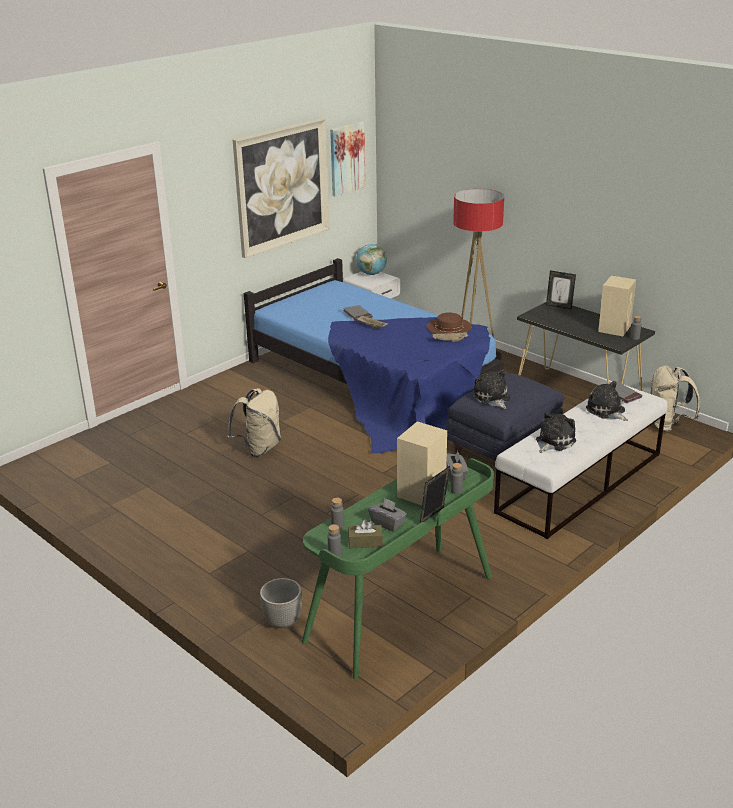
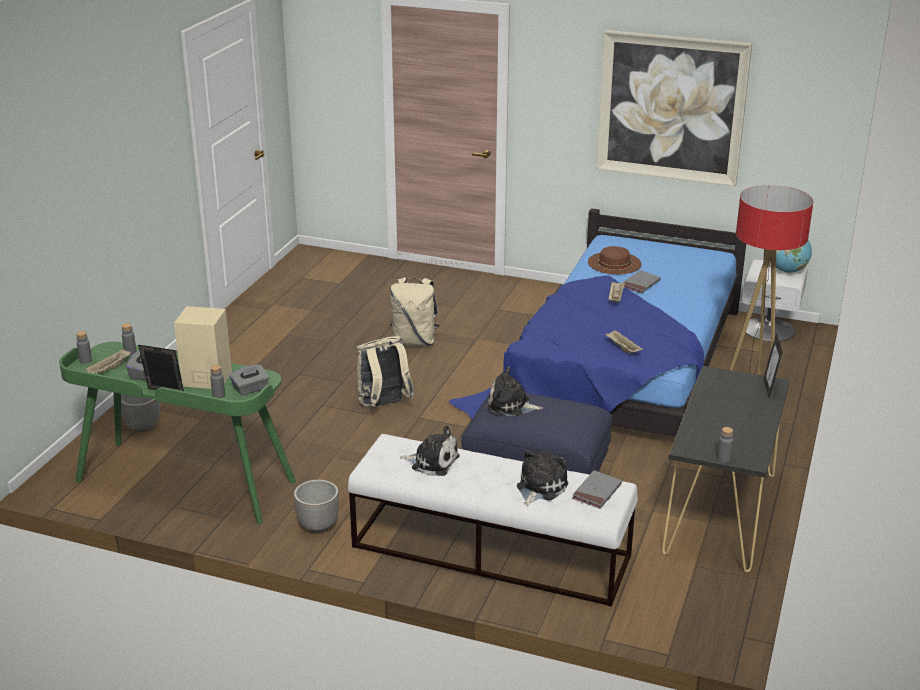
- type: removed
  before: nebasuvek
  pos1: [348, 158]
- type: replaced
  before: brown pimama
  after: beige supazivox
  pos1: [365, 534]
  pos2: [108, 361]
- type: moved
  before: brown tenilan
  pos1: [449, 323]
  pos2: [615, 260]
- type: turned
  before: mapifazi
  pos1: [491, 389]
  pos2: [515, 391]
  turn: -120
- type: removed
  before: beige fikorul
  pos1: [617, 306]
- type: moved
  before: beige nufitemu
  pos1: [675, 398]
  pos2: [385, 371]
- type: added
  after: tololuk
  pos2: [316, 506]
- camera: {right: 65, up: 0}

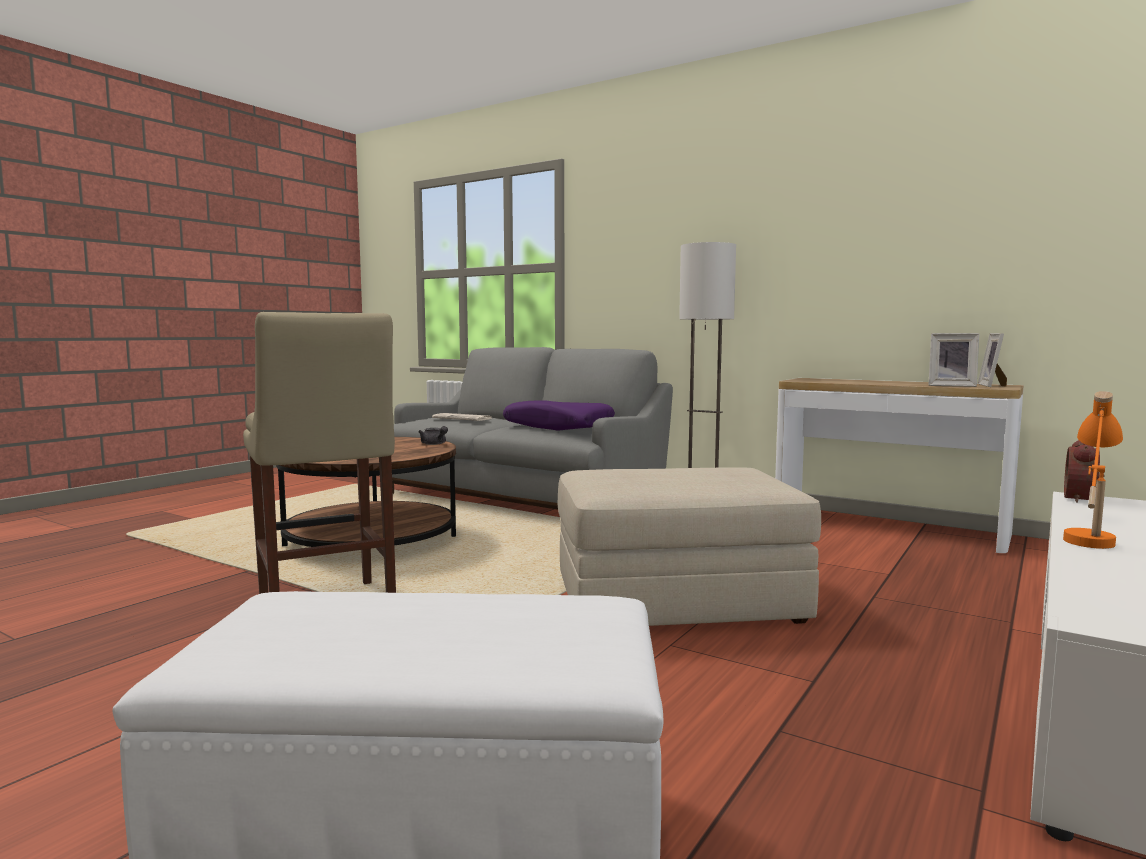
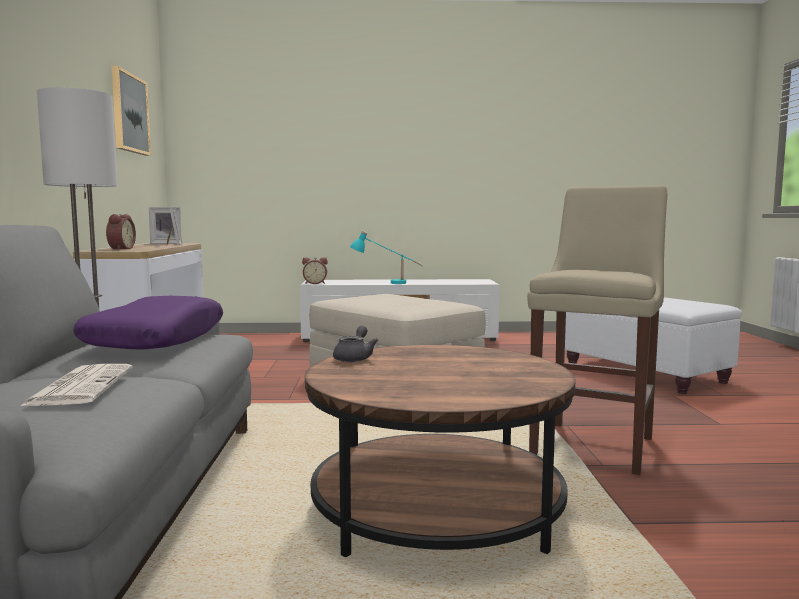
- type: recoloured
  before: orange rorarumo
  after: turquoise rorarumo
  pos1: [1093, 470]
  pos2: [386, 257]
- type: added
  after: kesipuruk
  pos2: [121, 232]
- type: added
  after: nebasuvek
  pos2: [131, 111]
- camera: {right: -125, up: 0}

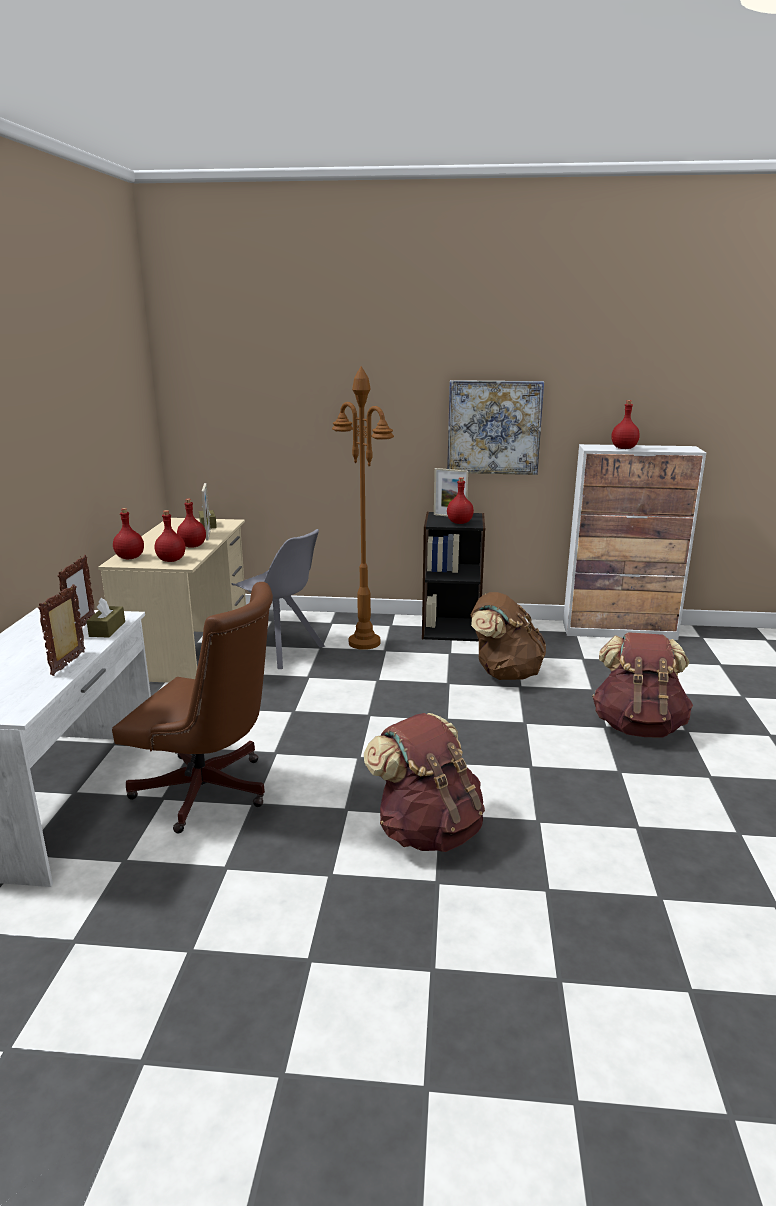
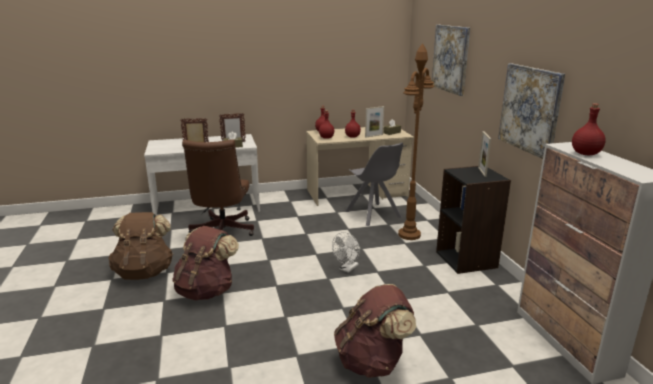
- type: turned
  before: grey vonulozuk
  pos1: [278, 599]
  pos2: [374, 184]
  turn: -45
- type: removed
  before: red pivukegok
  pos1: [460, 500]
- type: moved
  before: brown nufitemu
  pos1: [508, 636]
  pos2: [140, 246]
- type: added
  after: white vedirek
  pos2: [346, 252]
- type: added
  after: nebasuvek
  pos2: [451, 60]
- camera: {right: 70, up: 0}

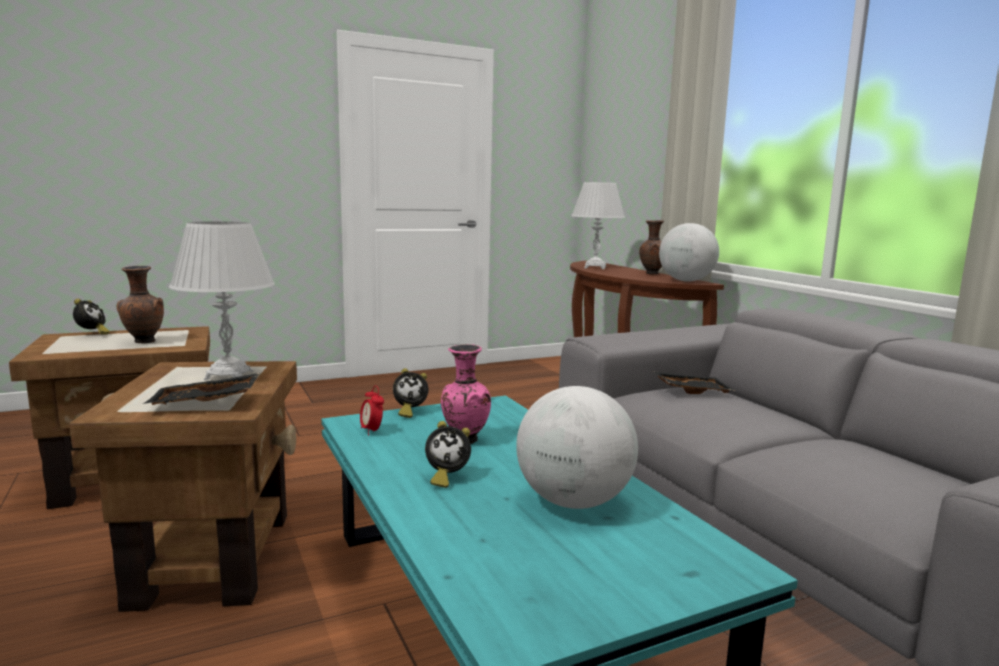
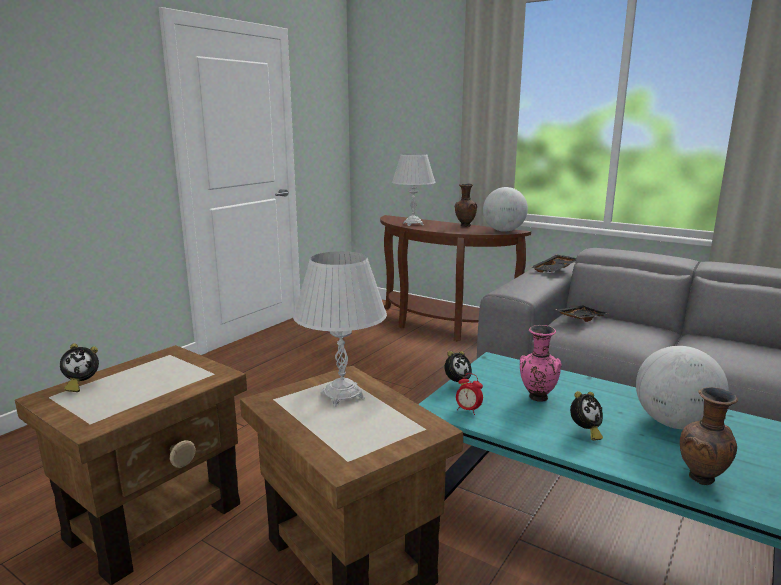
- type: turned
  before: kesipuruk
  pos1: [91, 317]
  pos2: [79, 367]
  turn: 105
- type: moved
  before: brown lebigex
  pos1: [140, 304]
  pos2: [709, 436]
- type: moved
  before: black supazivox
  pos1: [201, 389]
  pos2: [553, 263]
- camera: {right: -30, up: 5}

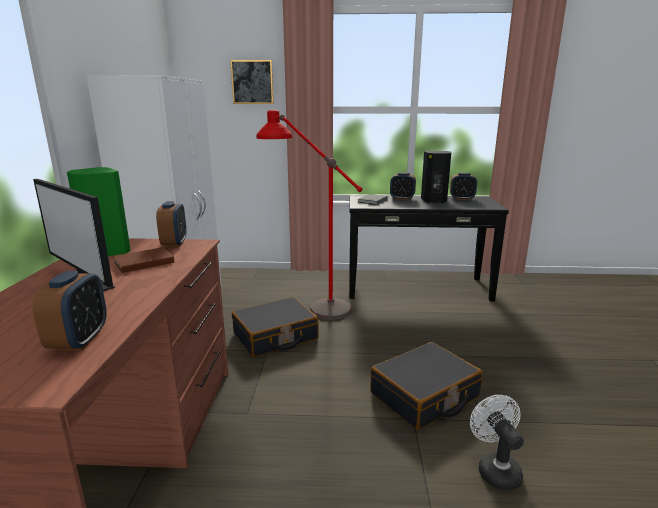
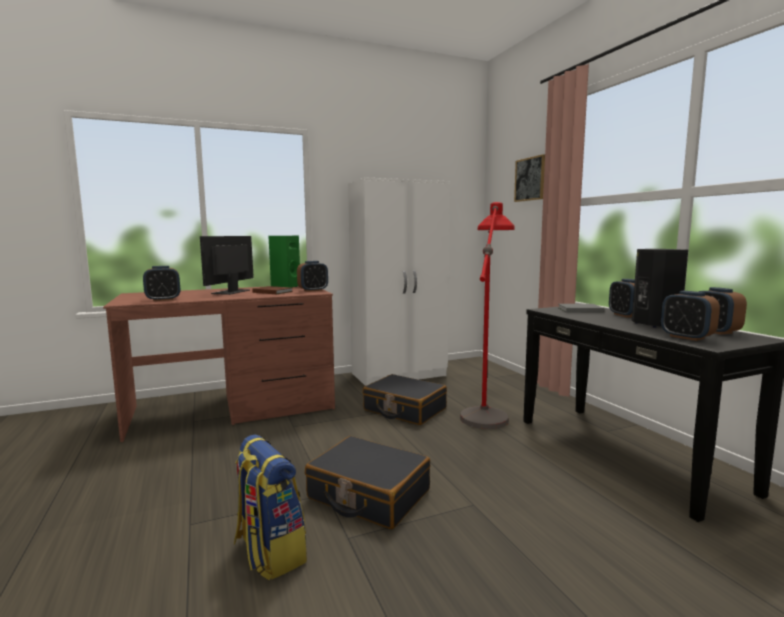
- type: replaced
  before: white vedirek
  after: nufitemu
  pos1: [497, 443]
  pos2: [270, 507]
- type: added
  after: kesipuruk
  pos2: [690, 316]
- camera: {right: 65, up: -10}

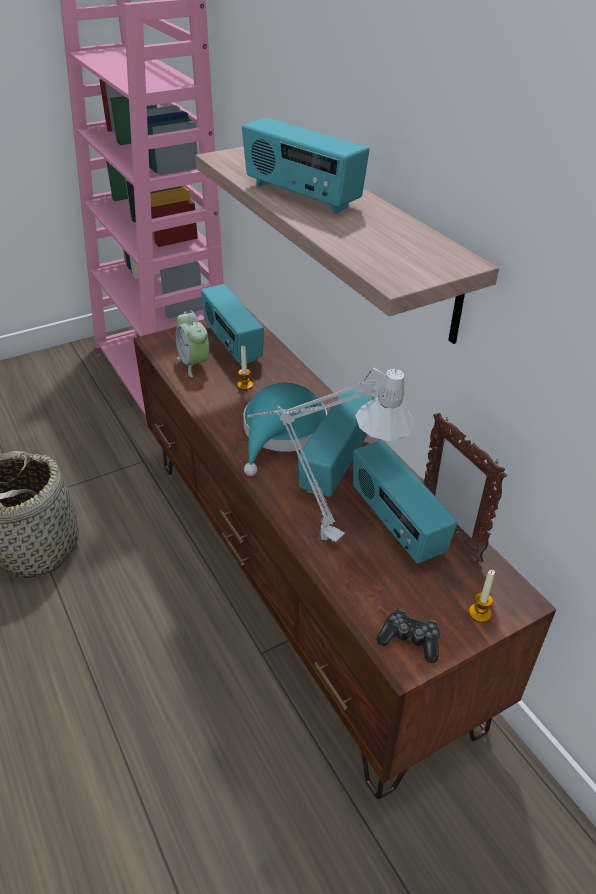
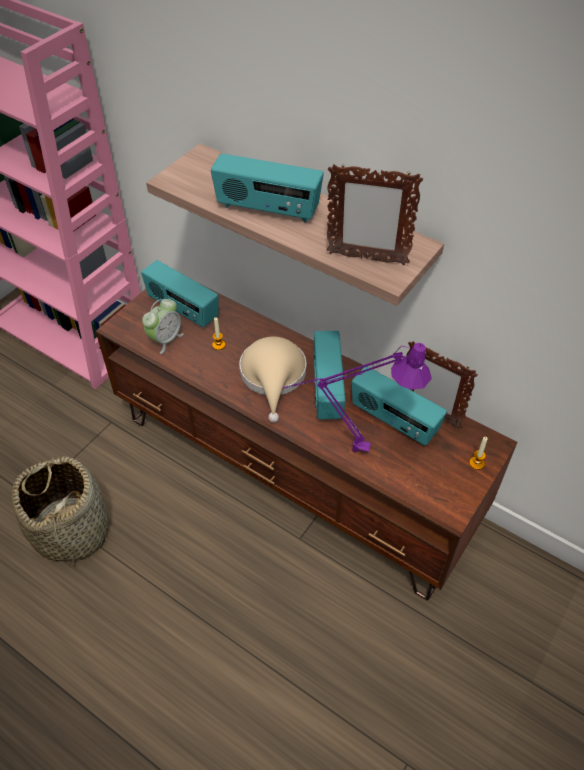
- type: turned
  before: kesipuruk
  pos1: [192, 343]
  pos2: [163, 326]
  turn: -90
- type: recoloured
  before: turquoise tenilan
  after: beige tenilan
  pos1: [285, 429]
  pos2: [273, 379]
- type: recoloured
  before: grey rorarumo
  after: purple rorarumo
  pos1: [331, 456]
  pos2: [357, 397]
- type: removed
  before: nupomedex
  pos1: [408, 636]
- type: added
  after: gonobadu
  pos2: [375, 214]
- camera: {right: -25, up: 10}

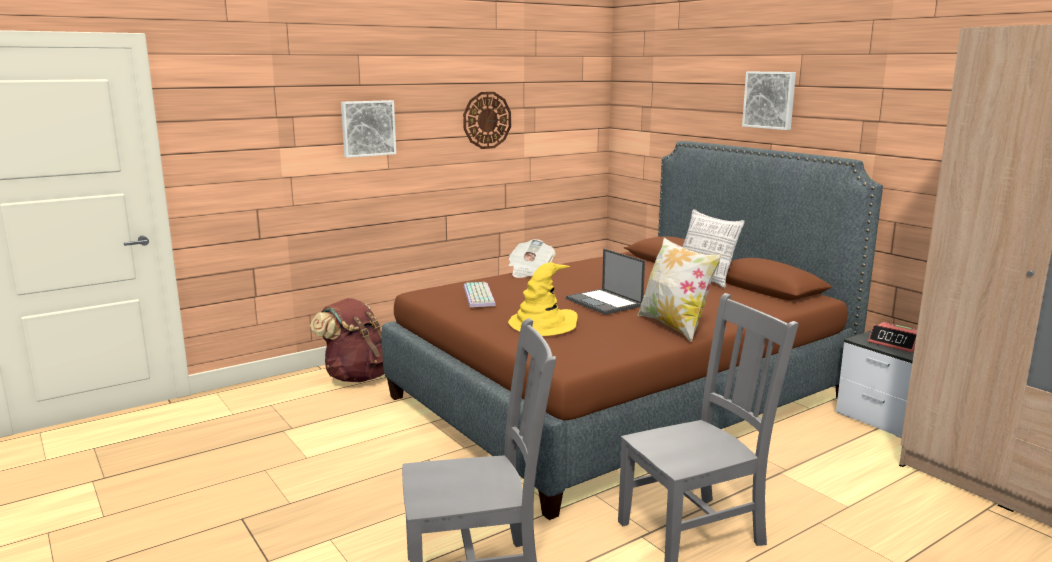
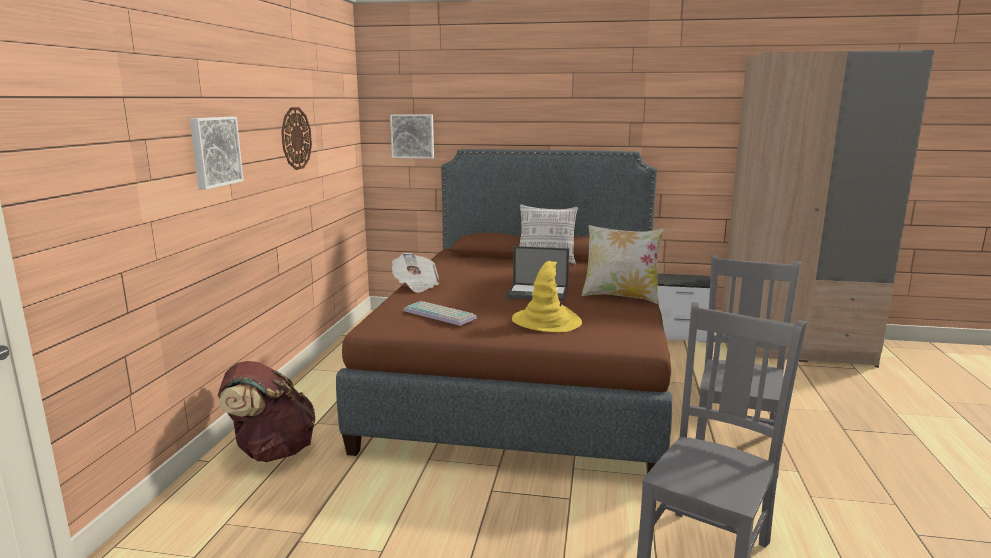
- type: moved
  before: nebasuvek
  pos1: [769, 101]
  pos2: [412, 136]
- type: removed
  before: kesipuruk
  pos1: [892, 337]
- camera: {right: -45, up: 0}

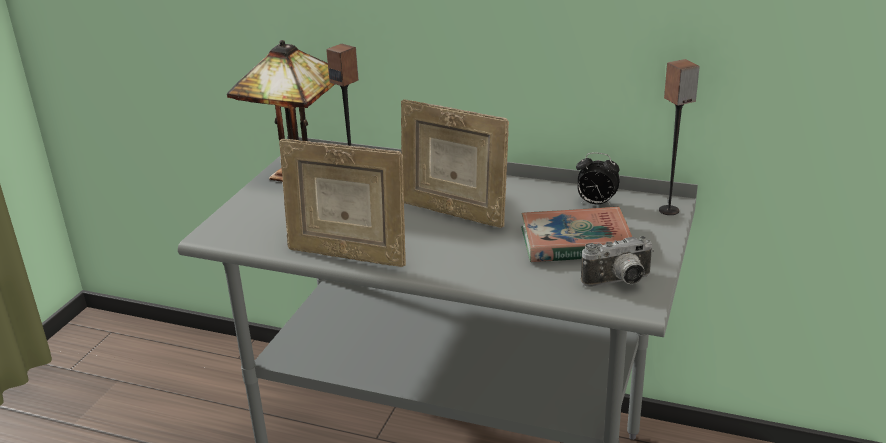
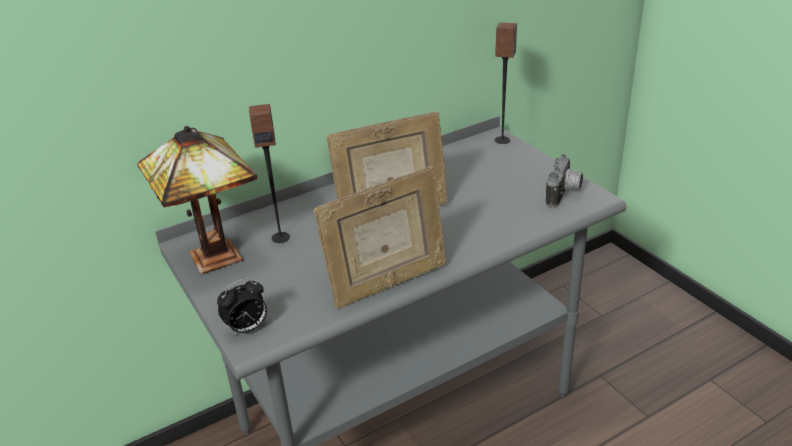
- type: removed
  before: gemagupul
  pos1: [576, 234]
- type: moved
  before: kesipuruk
  pos1: [598, 179]
  pos2: [242, 307]
- camera: {right: -50, up: 5}

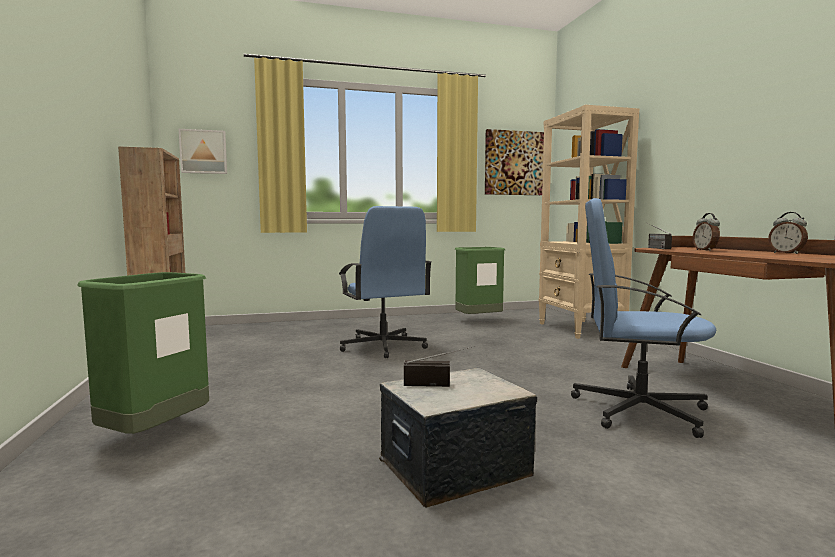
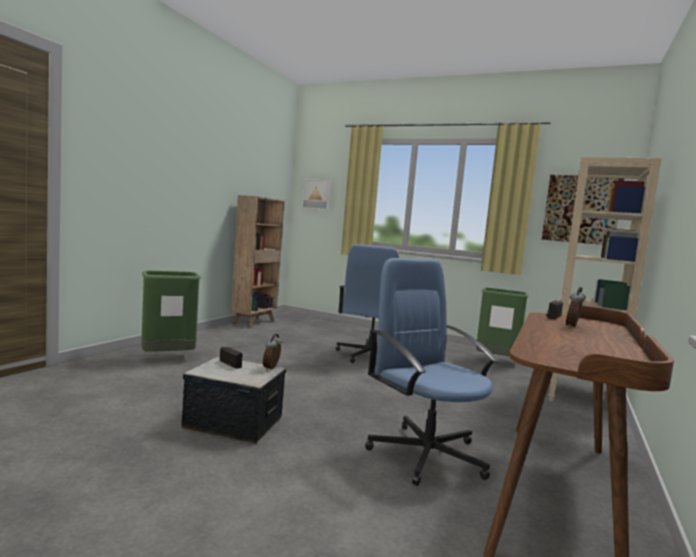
- type: moved
  before: kesipuruk
  pos1: [788, 233]
  pos2: [272, 352]
- camera: {right: 40, up: 0}

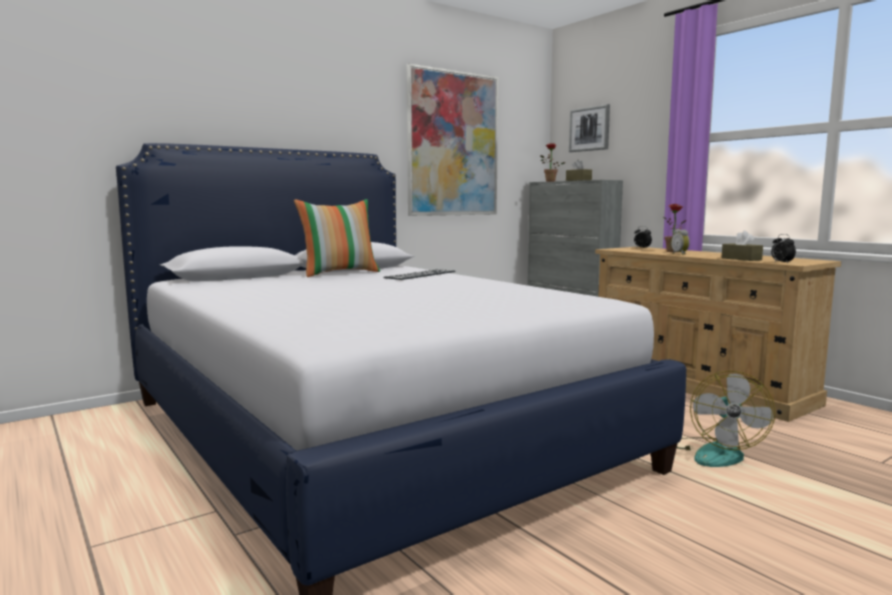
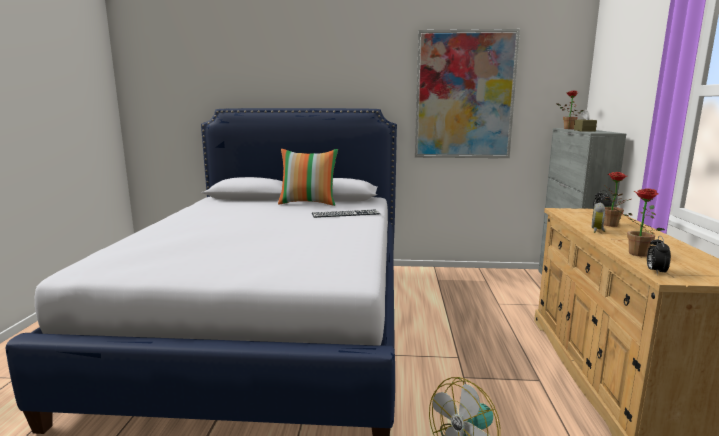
- type: removed
  before: nebasuvek
  pos1: [589, 128]
- type: replaced
  before: brown pimama
  after: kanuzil
  pos1: [742, 245]
  pos2: [639, 223]
- camera: {right: 40, up: 5}

